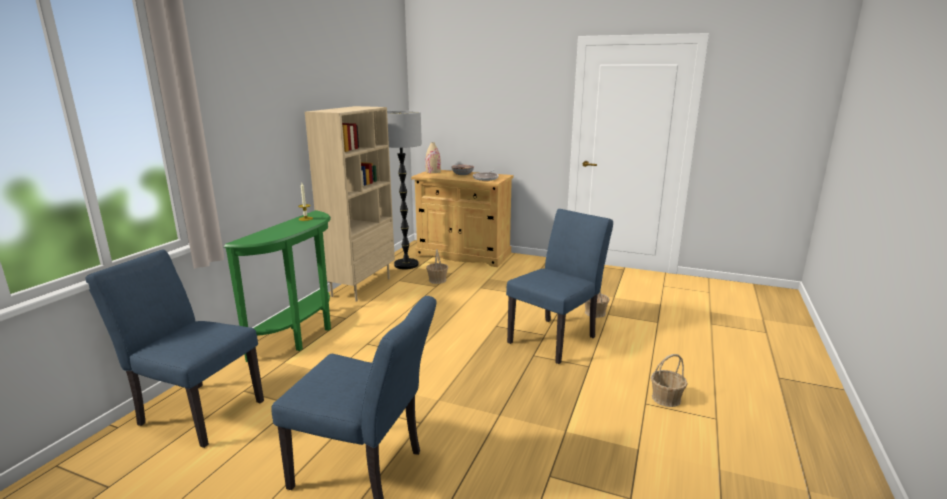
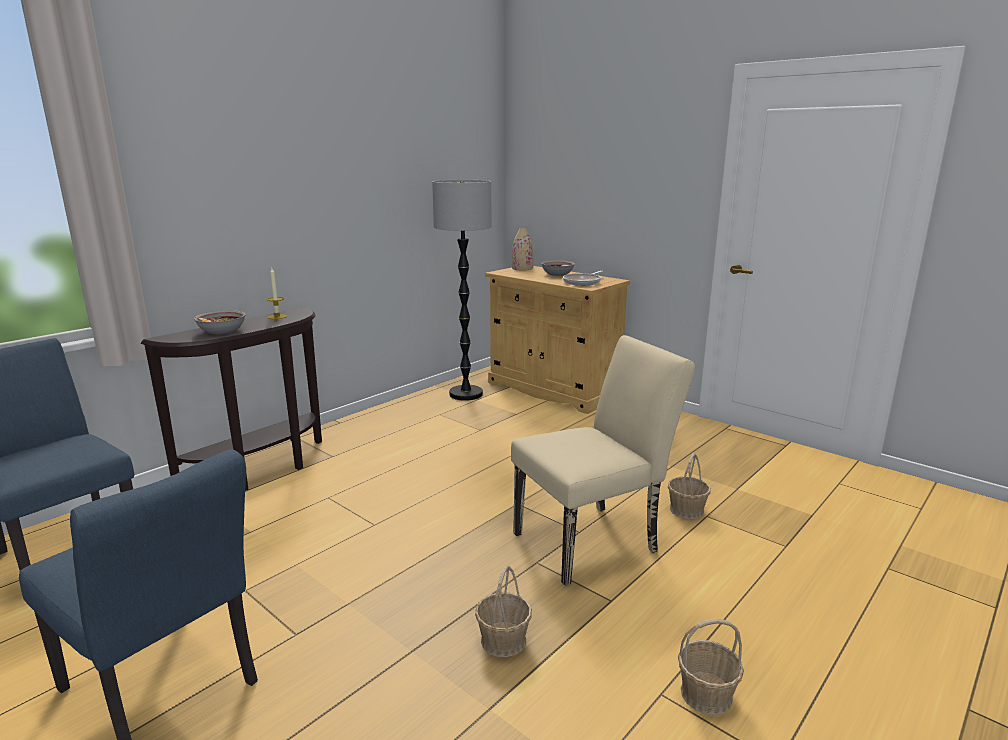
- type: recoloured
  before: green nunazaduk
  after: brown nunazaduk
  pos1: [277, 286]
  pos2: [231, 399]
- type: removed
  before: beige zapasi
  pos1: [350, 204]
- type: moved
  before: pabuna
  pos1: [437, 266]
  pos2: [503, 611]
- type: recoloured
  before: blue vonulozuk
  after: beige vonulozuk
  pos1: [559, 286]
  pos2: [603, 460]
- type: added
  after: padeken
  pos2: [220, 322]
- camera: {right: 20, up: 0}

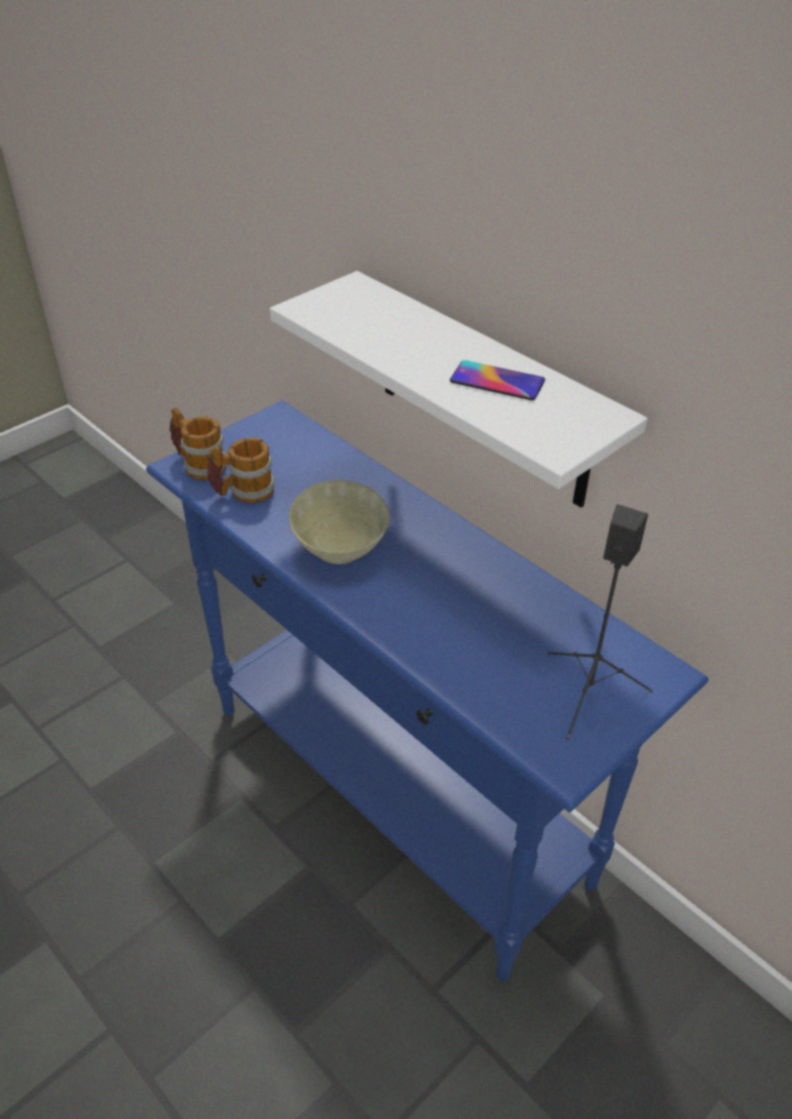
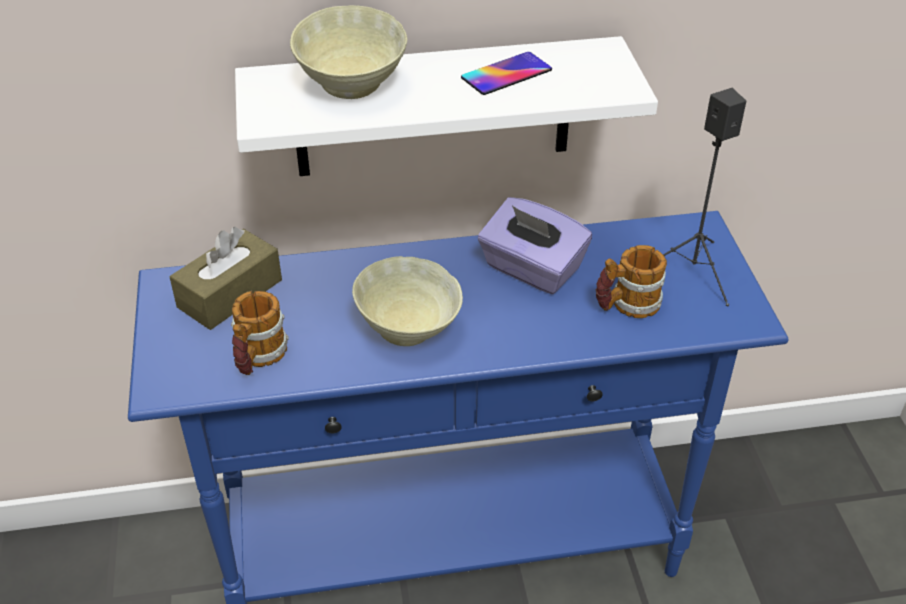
- type: moved
  before: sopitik
  pos1: [198, 443]
  pos2: [631, 281]
- type: added
  after: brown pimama
  pos2: [226, 278]
- type: added
  after: beige padeken
  pos2: [348, 52]
- type: added
  after: purple pimama
  pos2: [535, 245]
- camera: {right: -55, up: 0}

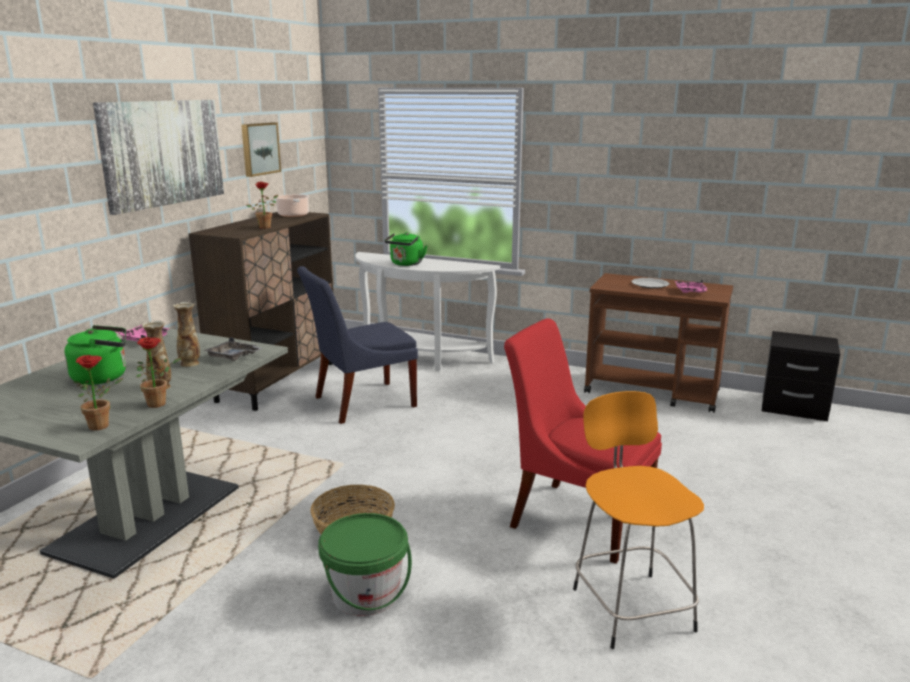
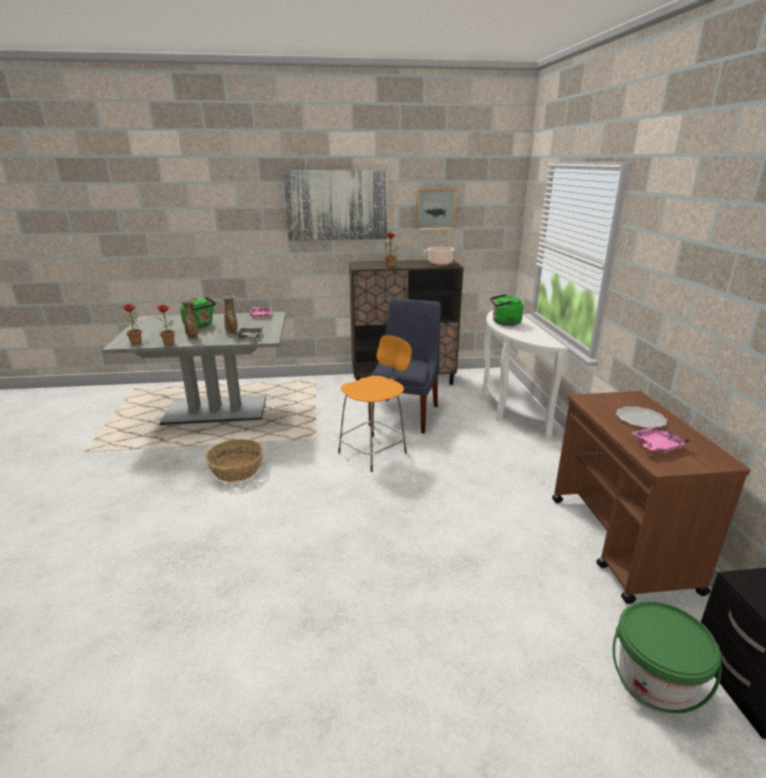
- type: turned
  before: blue vonulozuk
  pos1: [357, 345]
  pos2: [405, 366]
  turn: 75
- type: moved
  before: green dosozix
  pos1: [365, 564]
  pos2: [667, 657]
- type: removed
  before: red vonulozuk
  pos1: [583, 441]
- type: moved
  before: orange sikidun
  pos1: [638, 520]
  pos2: [375, 403]
- camera: {right: 60, up: 5}

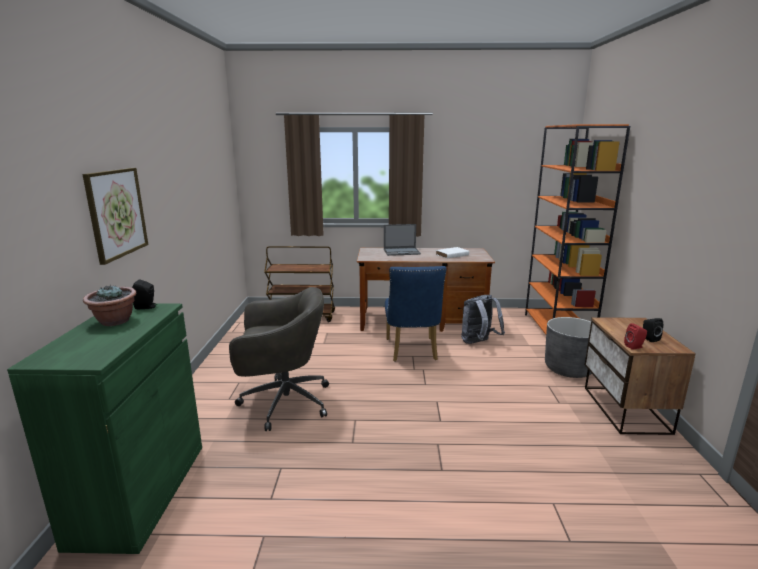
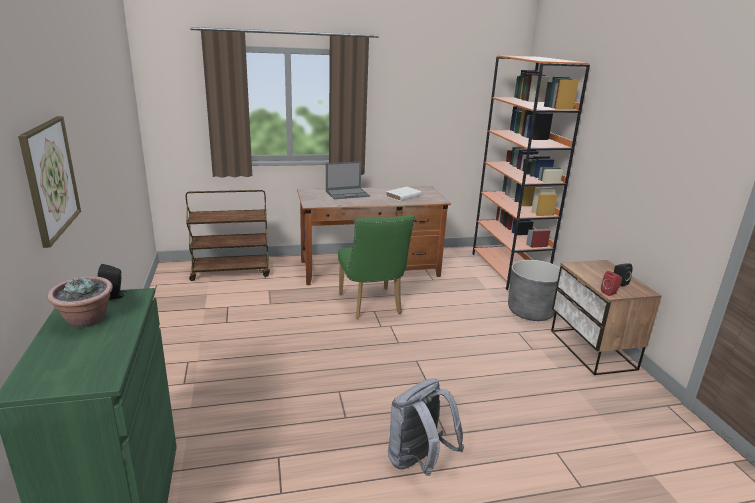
- type: removed
  before: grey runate
  pos1: [279, 359]
- type: recoloured
  before: blue vonulozuk
  after: green vonulozuk
  pos1: [416, 314]
  pos2: [376, 267]
- type: moved
  before: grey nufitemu
  pos1: [483, 319]
  pos2: [426, 427]
- camera: {right: -15, up: 5}

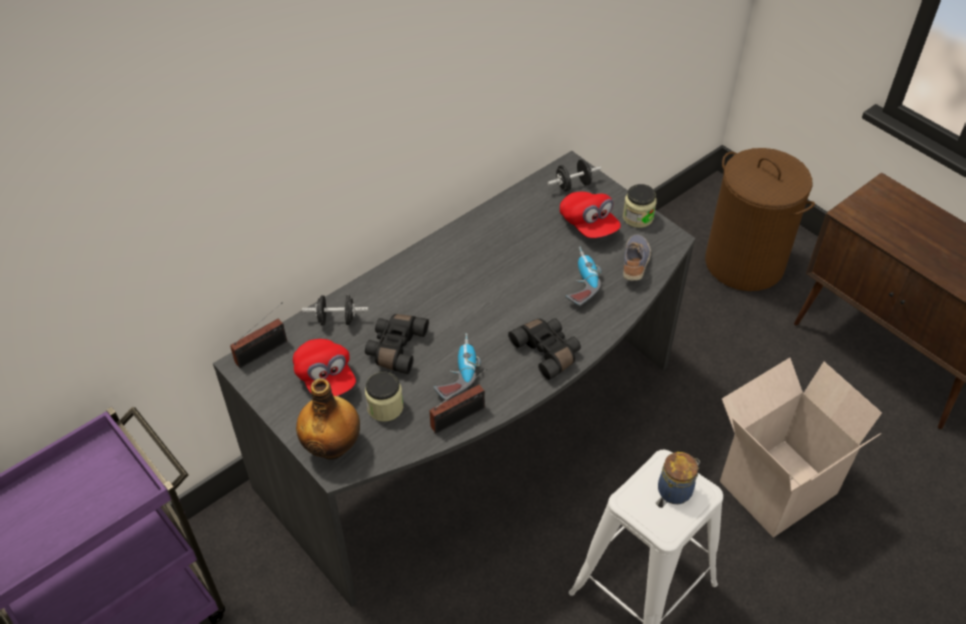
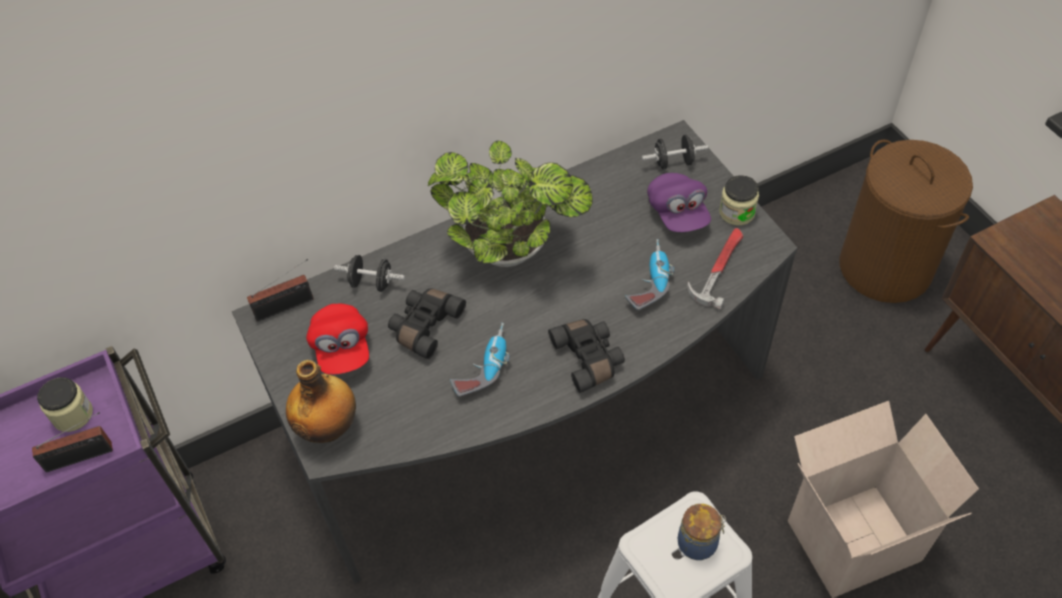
- type: moved
  before: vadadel
  pos1: [384, 397]
  pos2: [65, 404]
- type: moved
  before: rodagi
  pos1: [458, 401]
  pos2: [72, 442]
- type: recoloured
  before: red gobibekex
  after: purple gobibekex
  pos1: [590, 215]
  pos2: [679, 202]
- type: replaced
  before: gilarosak
  after: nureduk
  pos1: [637, 257]
  pos2: [715, 268]
- type: added
  after: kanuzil
  pos2: [510, 203]
- camera: {right: 15, up: 5}

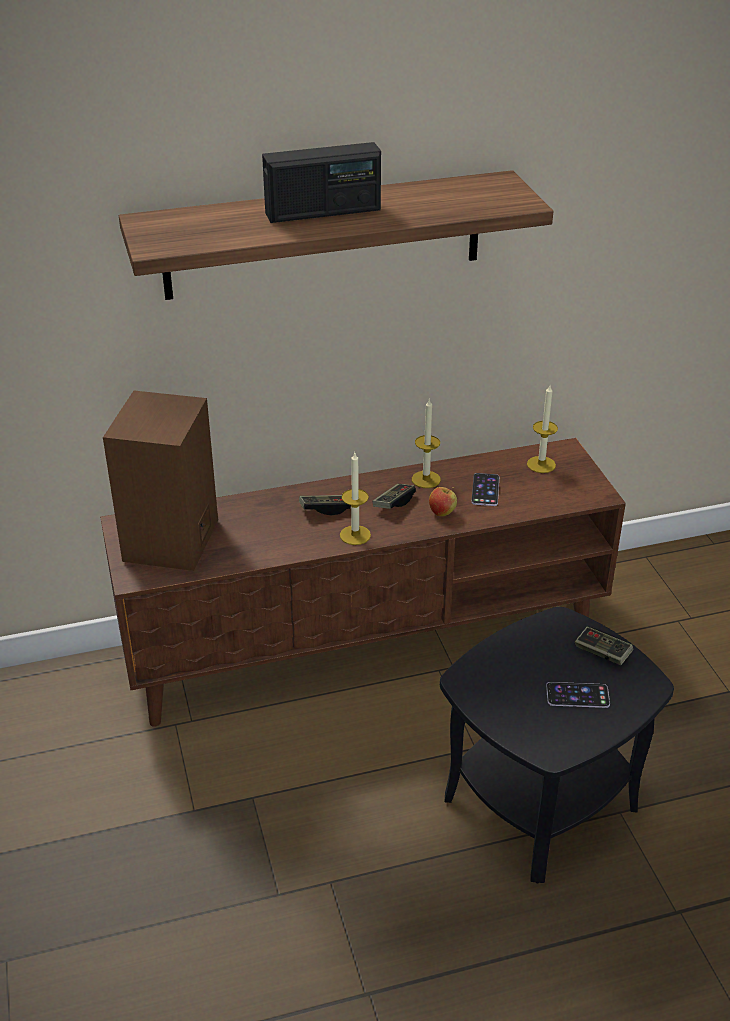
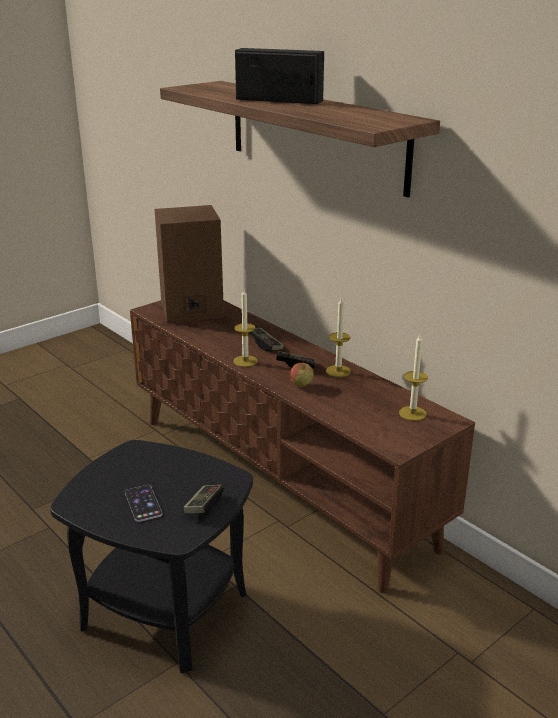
- type: turned
  before: rodagi
  pos1: [321, 182]
  pos2: [279, 76]
  turn: 150
- type: removed
  before: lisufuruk
  pos1: [485, 489]
- camera: {right: 65, up: -10}

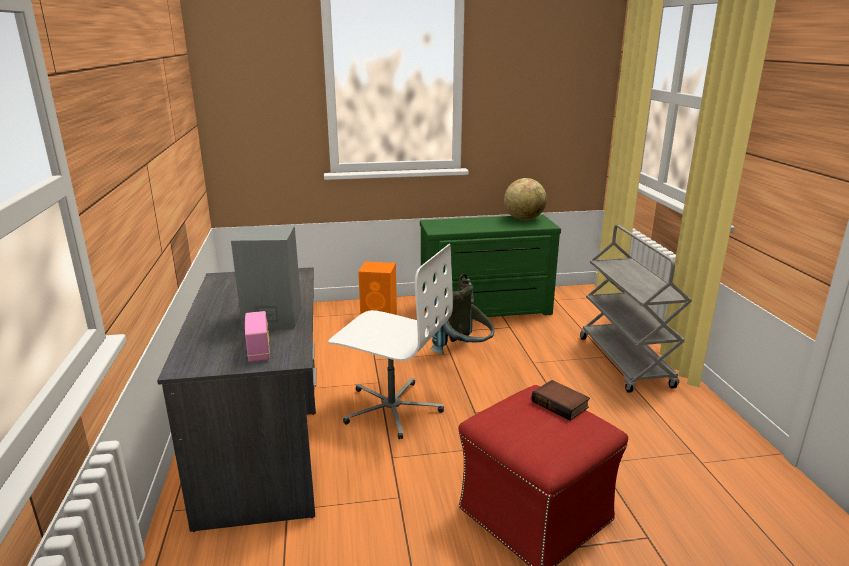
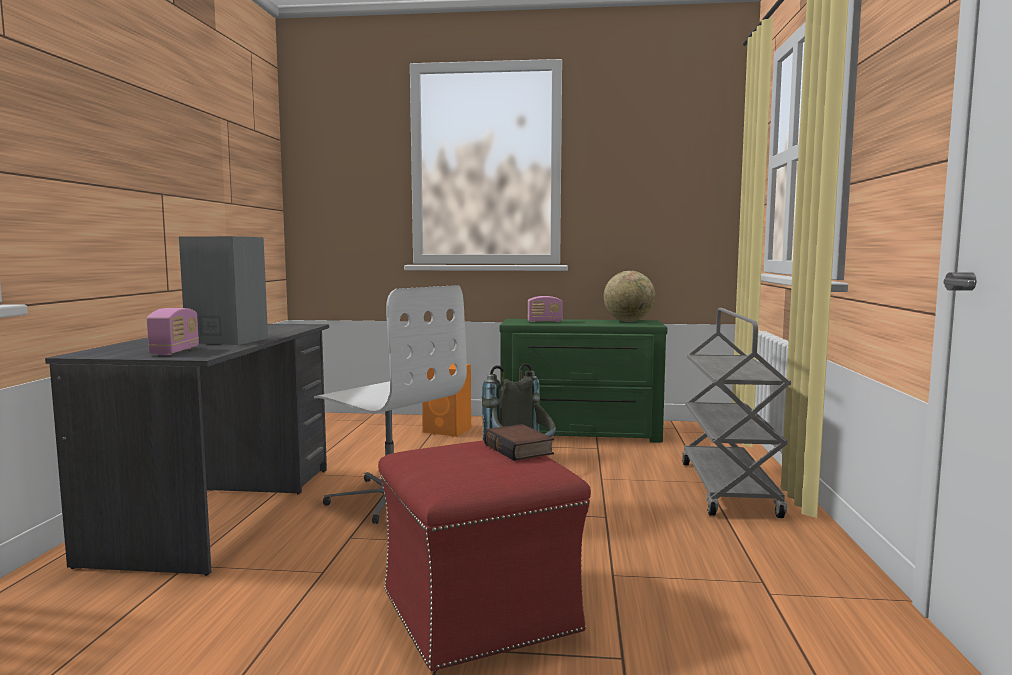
- type: added
  after: rodagi
  pos2: [545, 309]
- camera: {right: 15, up: -15}

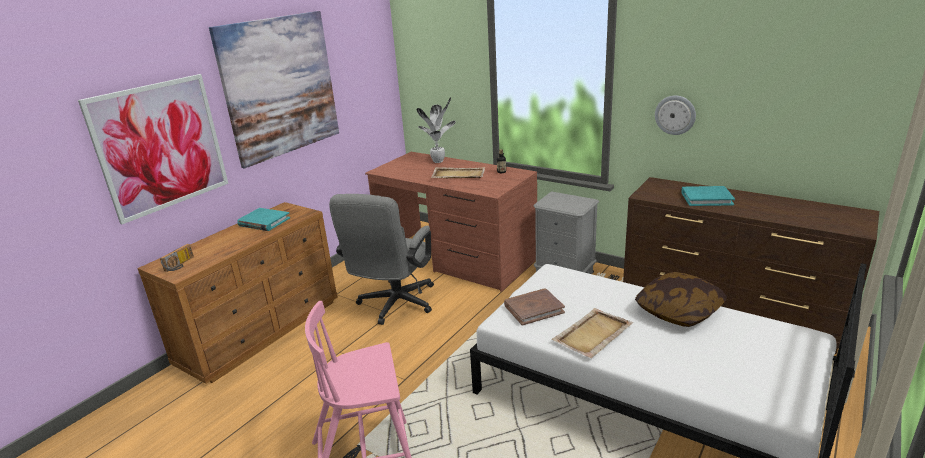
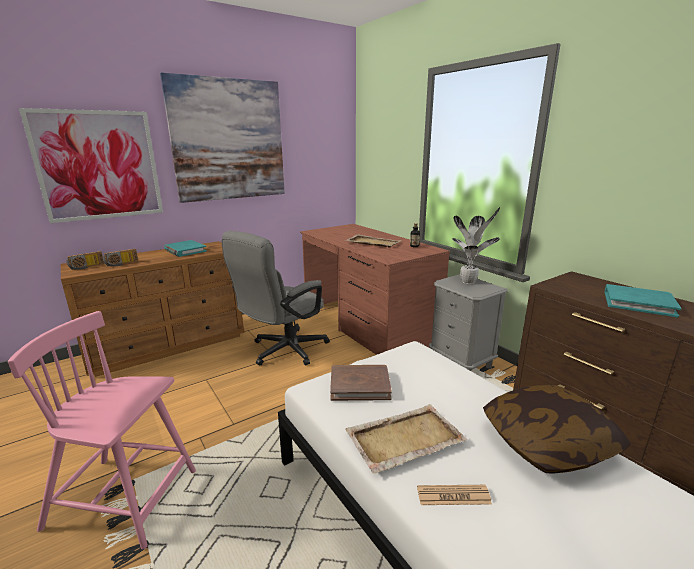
- type: moved
  before: kanuzil
  pos1: [436, 130]
  pos2: [476, 245]
- type: removed
  before: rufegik
  pos1: [675, 115]
- type: added
  after: rodagi
  pos2: [120, 258]
- type: added
  after: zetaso
  pos2: [454, 495]
- camera: {right: 20, up: -5}

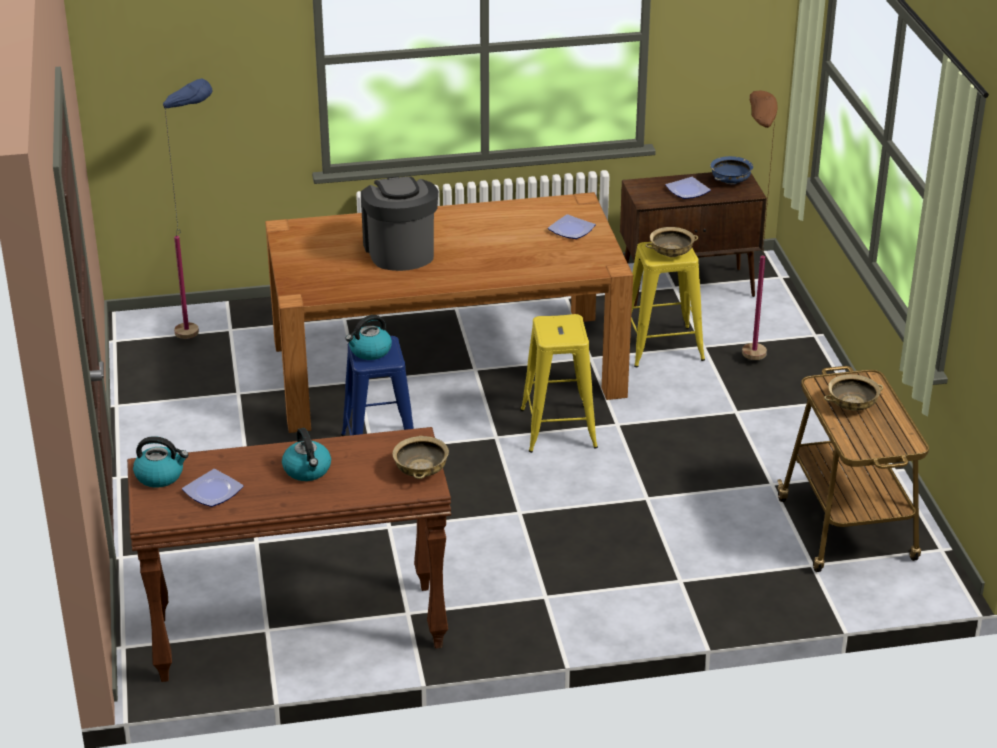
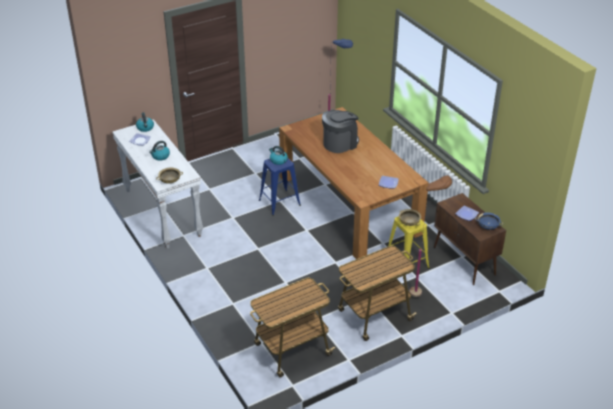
- type: recoloured
  before: brown nunazaduk
  after: white nunazaduk
  pos1: [289, 554]
  pos2: [157, 184]
- type: removed
  before: yellow sikidun
  pos1: [559, 383]
- type: removed
  before: beige padeken
  pos1: [853, 392]
- type: added
  after: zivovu
  pos2: [377, 293]
- camera: {right: 70, up: 5}

